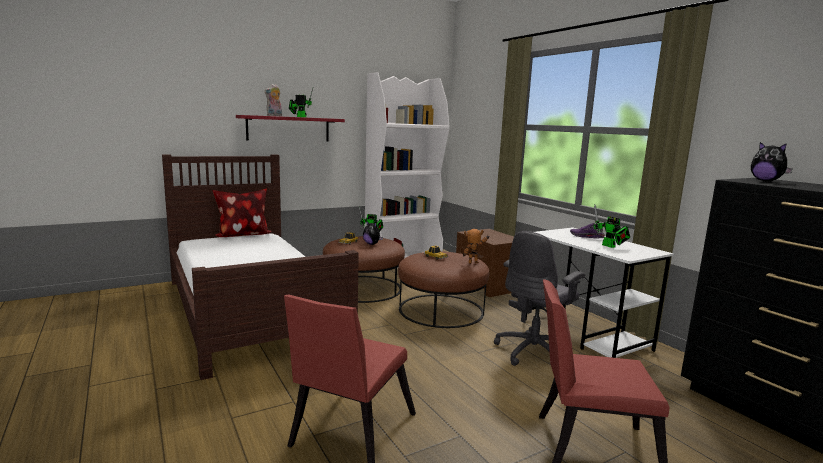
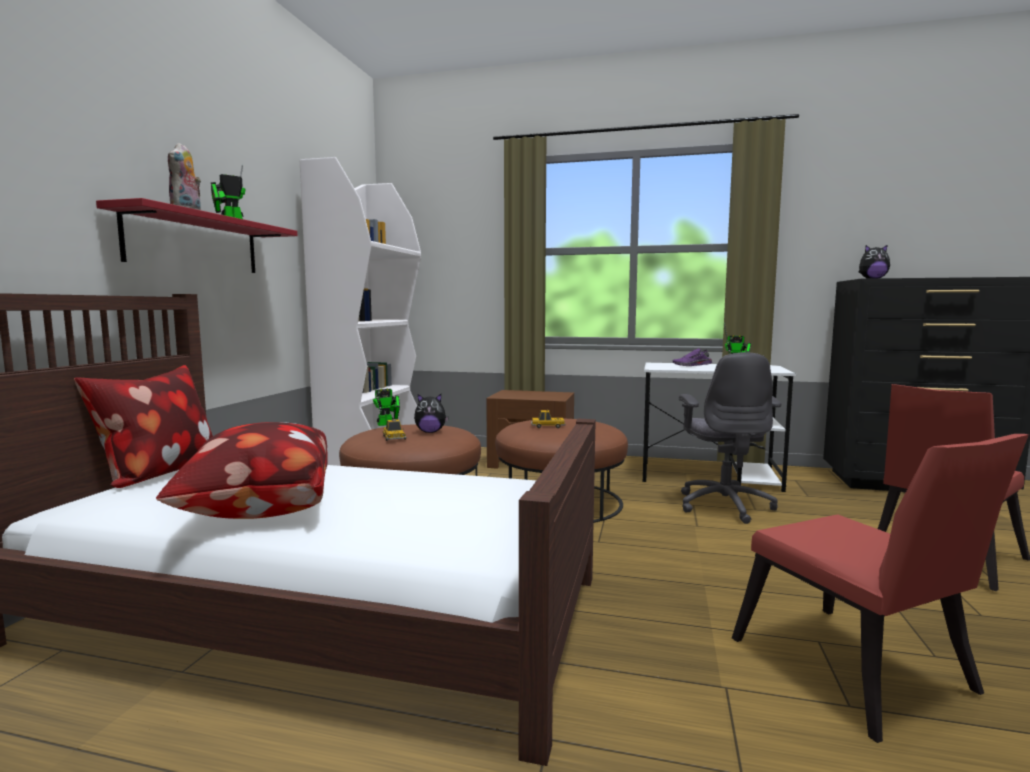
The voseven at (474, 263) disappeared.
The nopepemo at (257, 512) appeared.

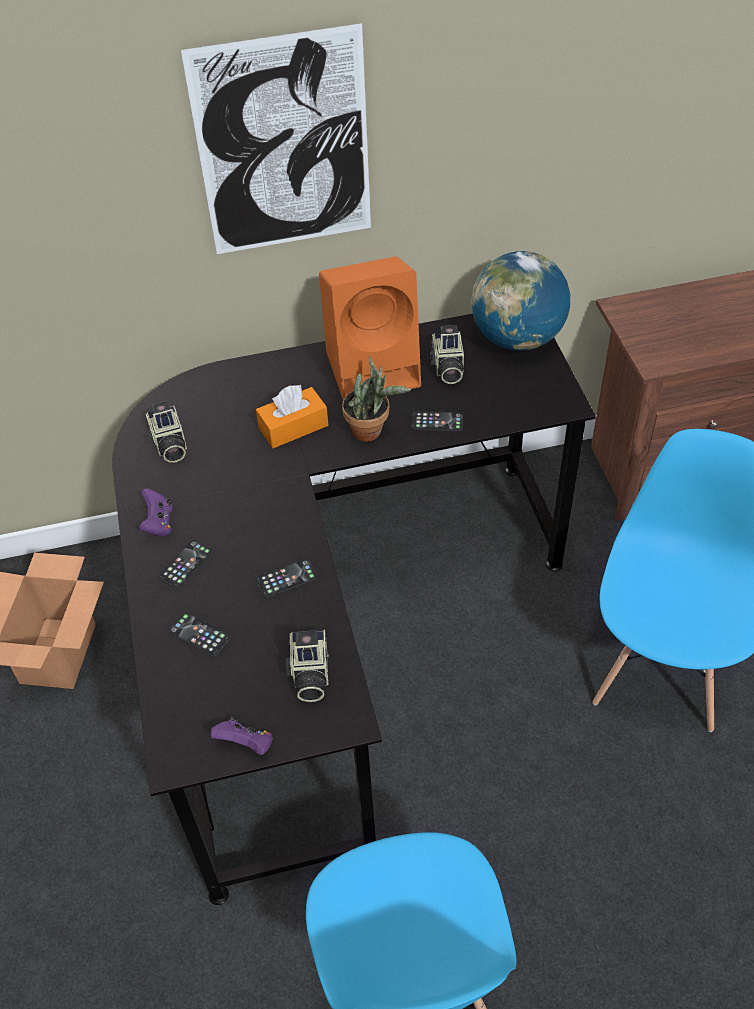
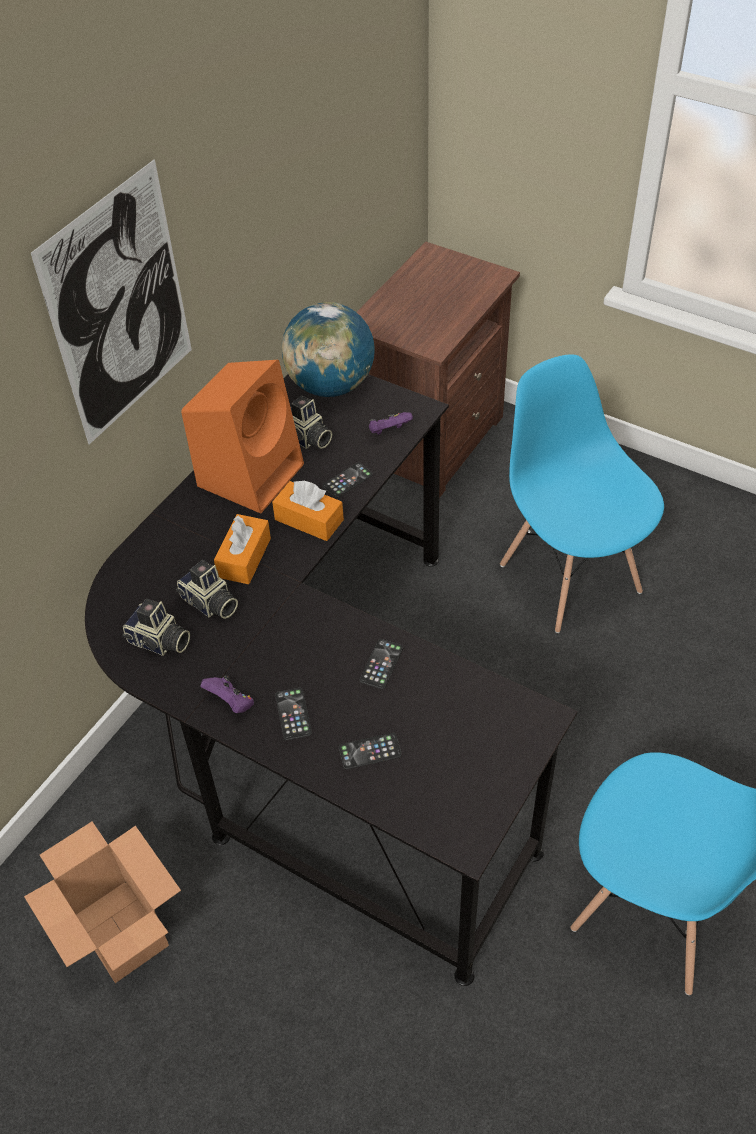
The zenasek at (371, 431) was replaced by the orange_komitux at (309, 520).
The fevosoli moved from (309, 674) to (209, 604).
The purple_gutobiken moved from (246, 744) to (389, 432).

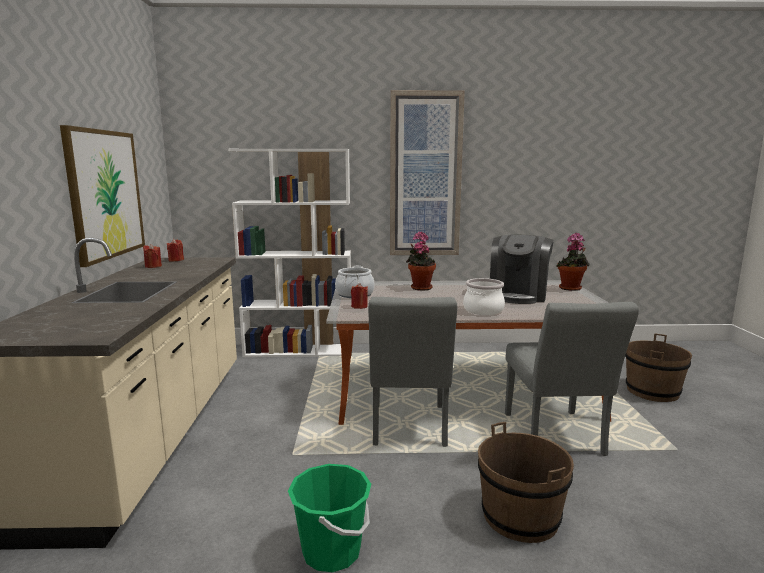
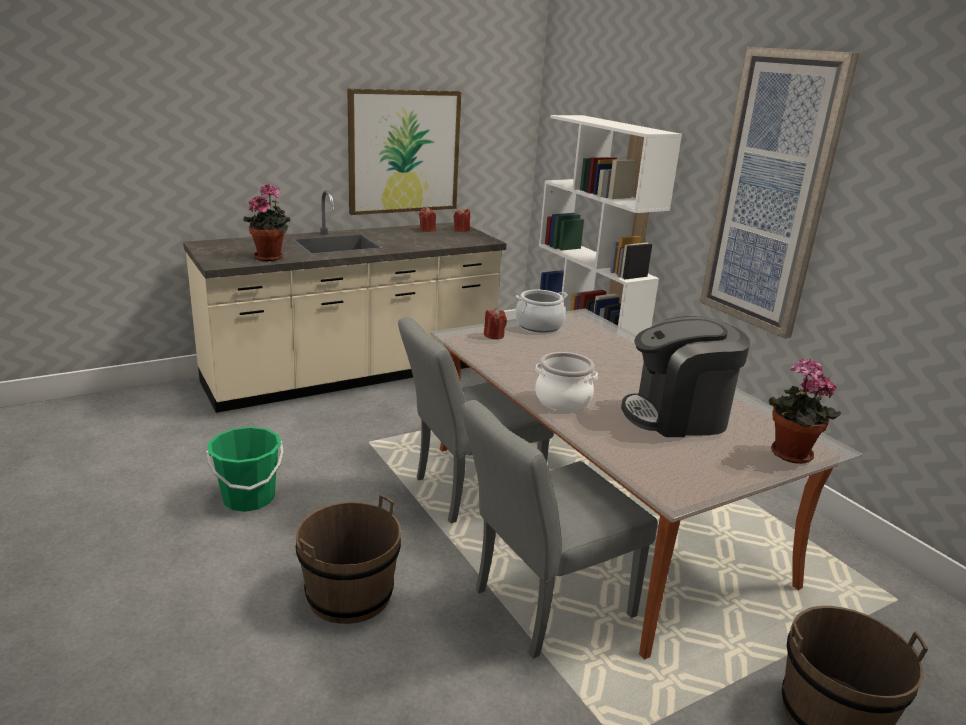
The zenasek moved from (420, 287) to (271, 257).

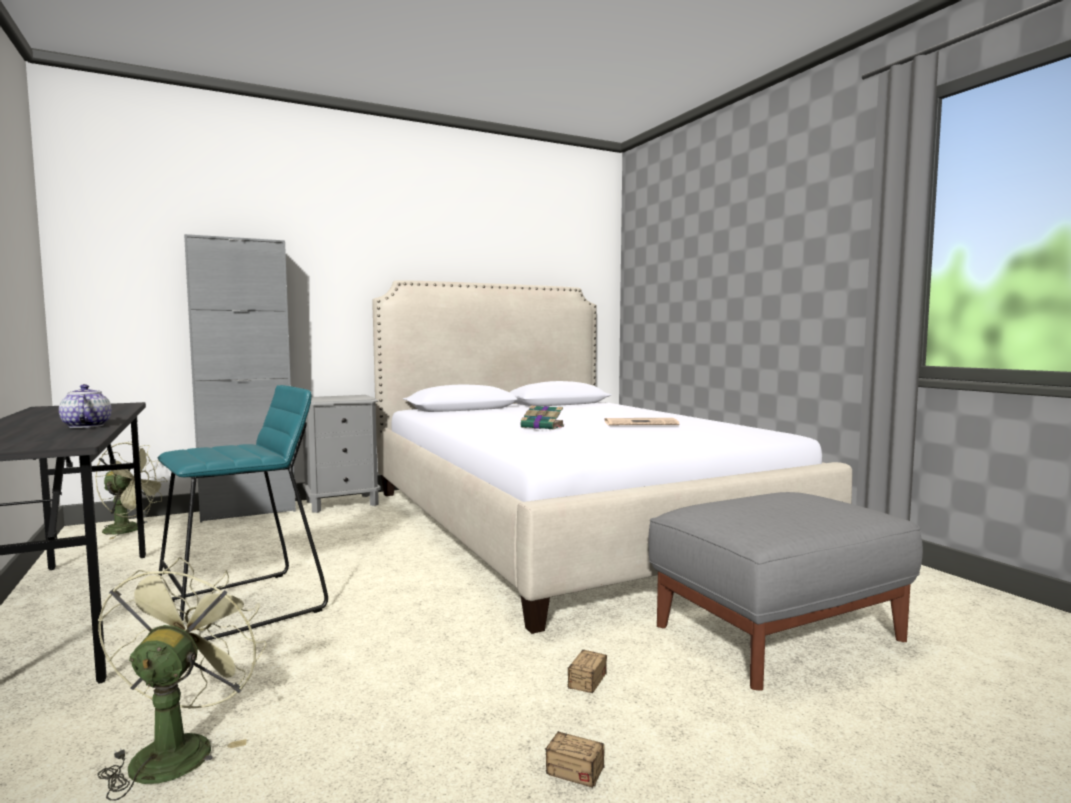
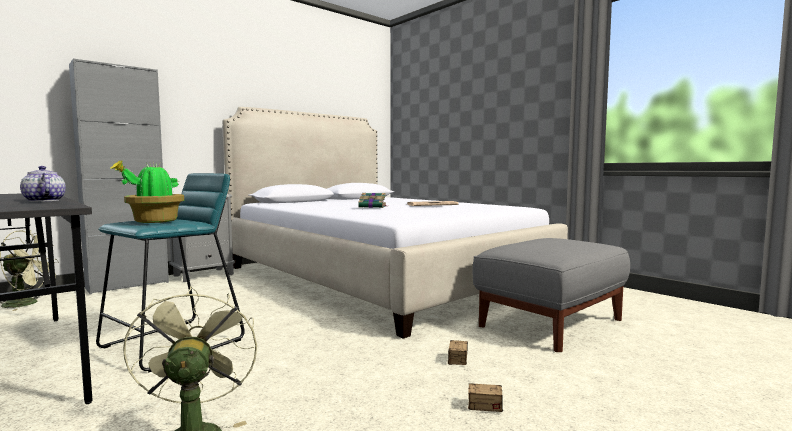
The zenasek at (153, 221) appeared.

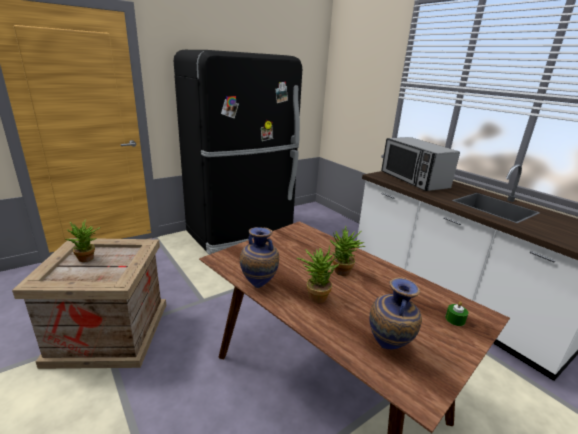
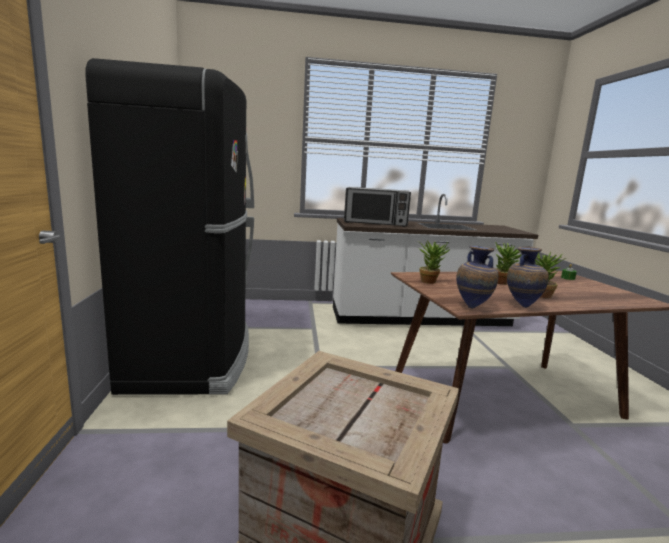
The zenasek moved from (88, 259) to (430, 281).
The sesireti moved from (389, 348) to (473, 307).

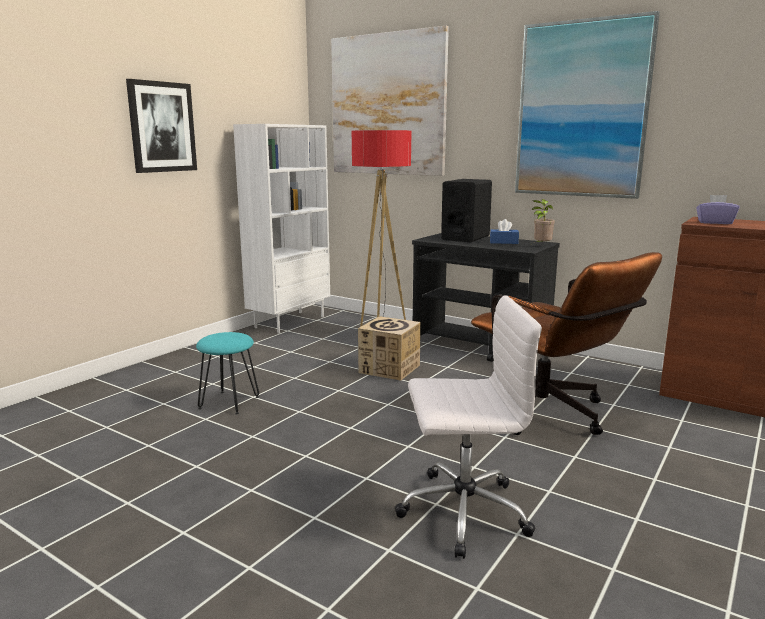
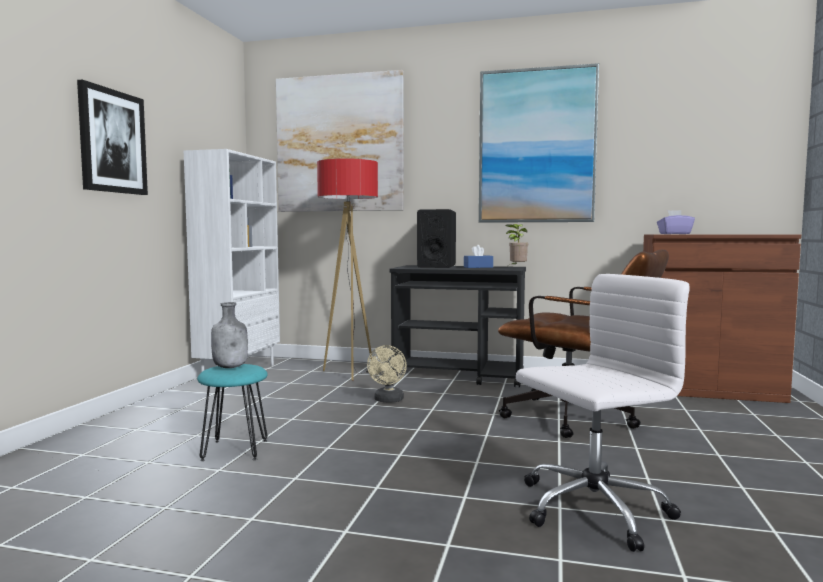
The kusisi at (389, 369) was replaced by the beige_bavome at (388, 400).
The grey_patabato at (231, 367) appeared.

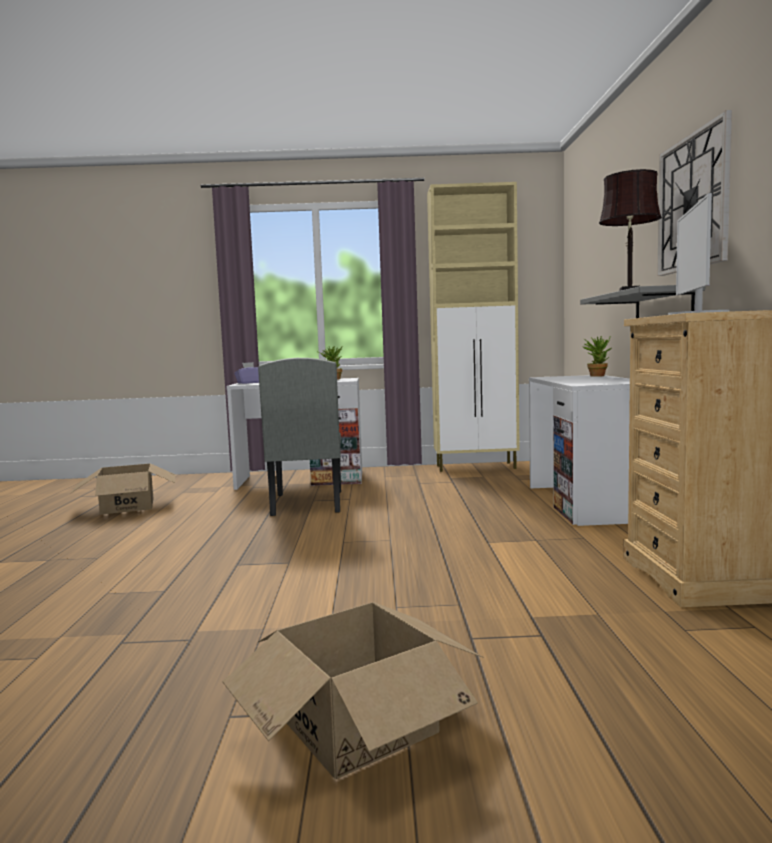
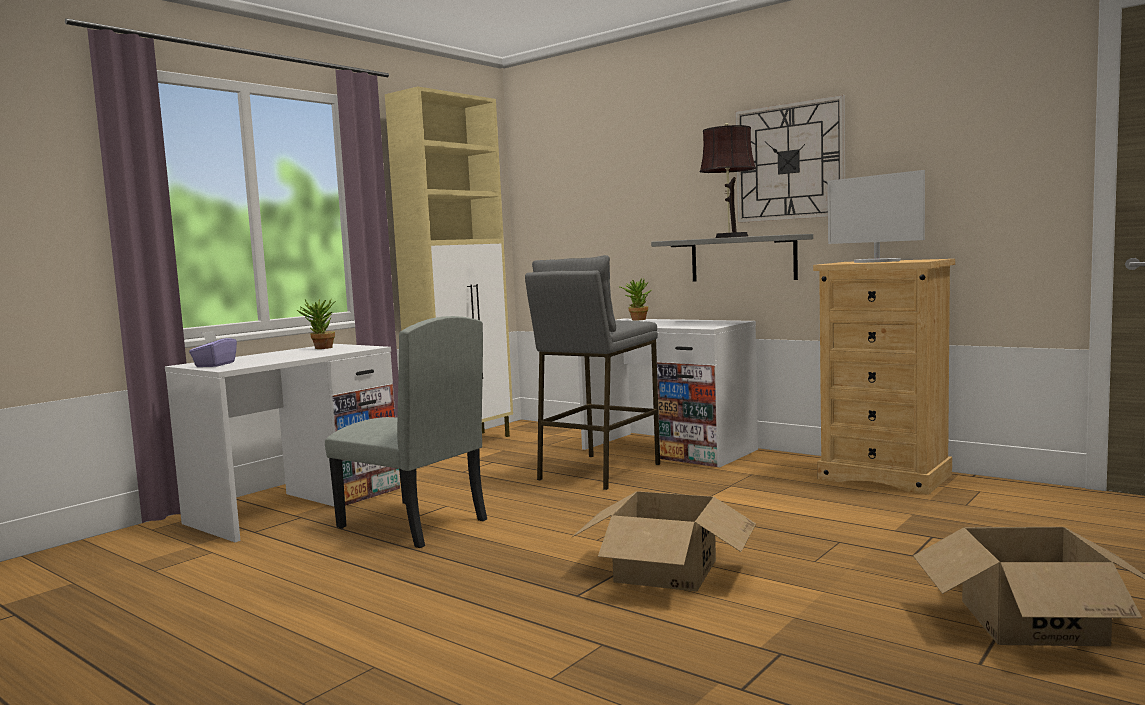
The kusisi moved from (128, 506) to (666, 570).
The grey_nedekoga at (598, 471) appeared.

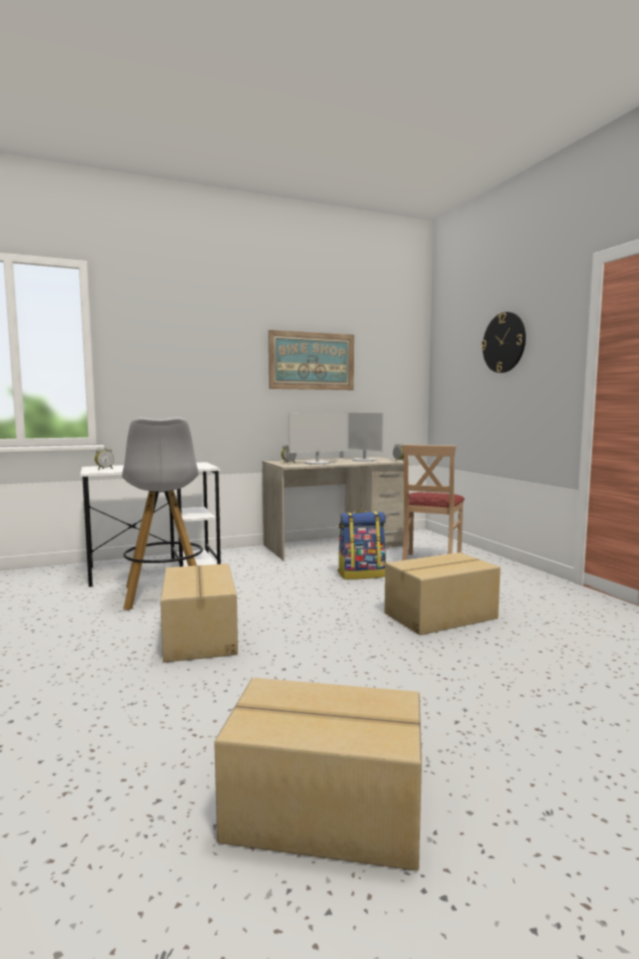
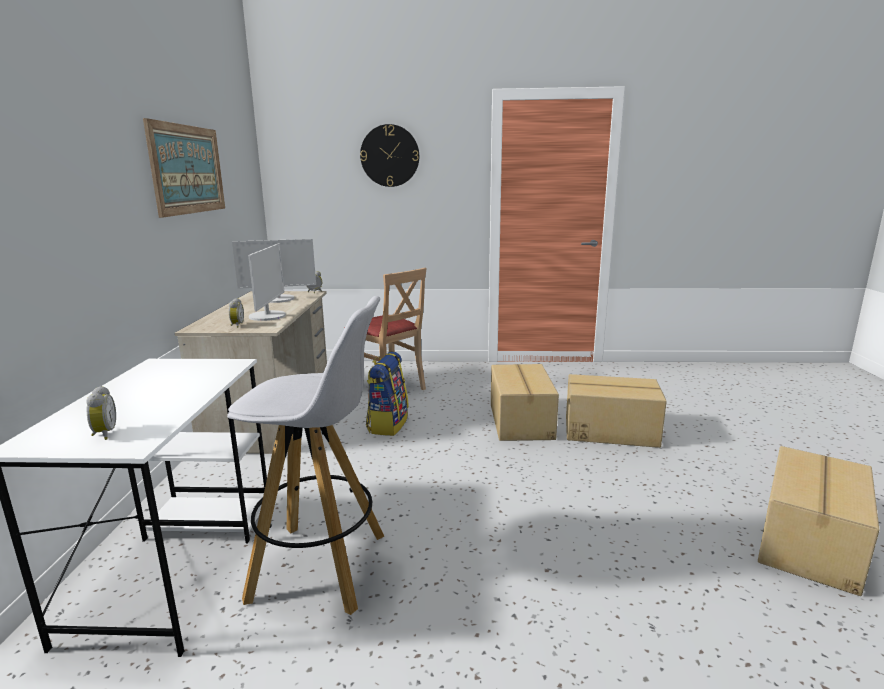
The kusisi moved from (201, 635) to (610, 430).

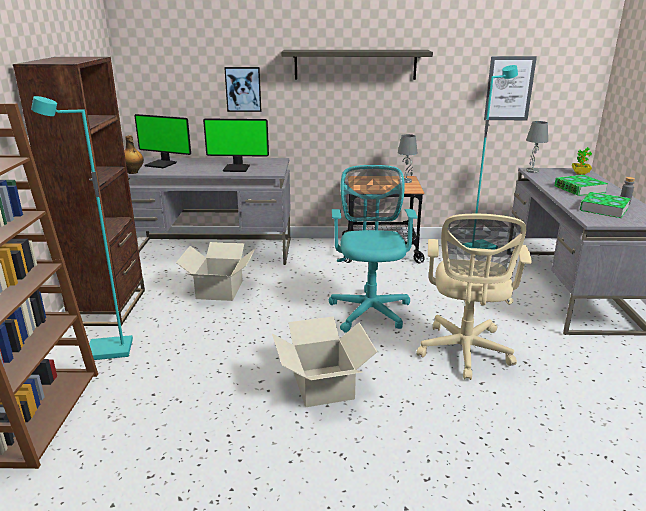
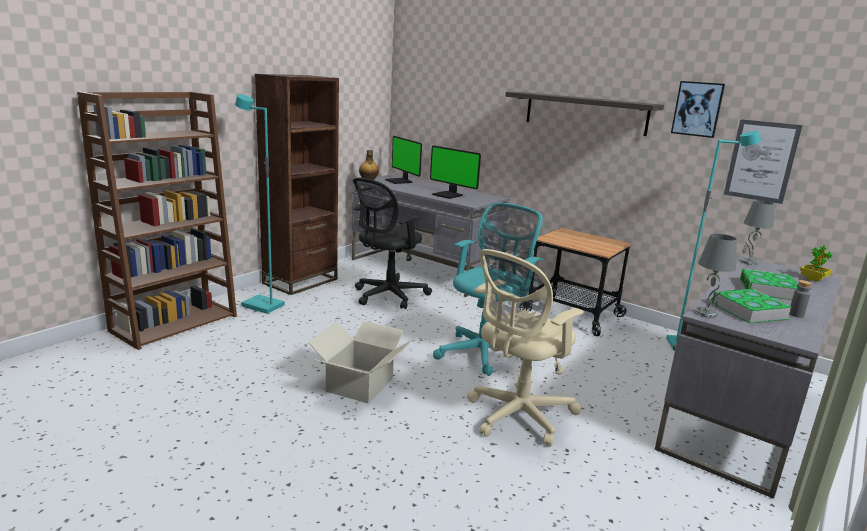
The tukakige moved from (243, 89) to (697, 109).
The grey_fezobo moved from (406, 181) to (706, 313).
The kusisi at (219, 290) was replaced by the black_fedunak at (387, 296).

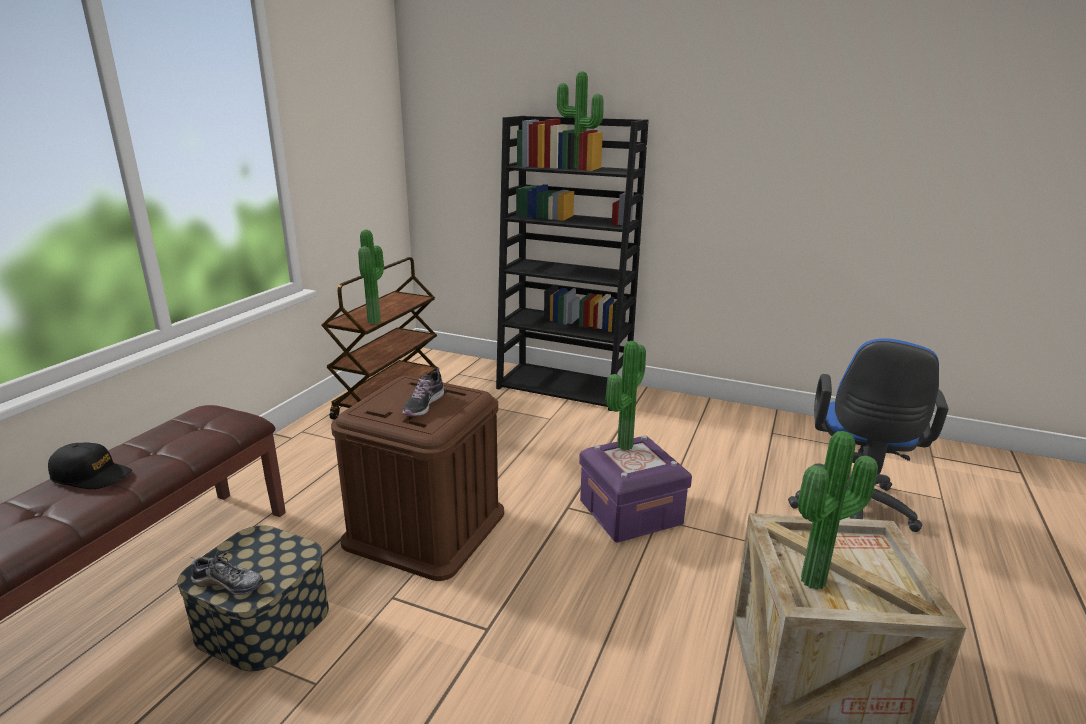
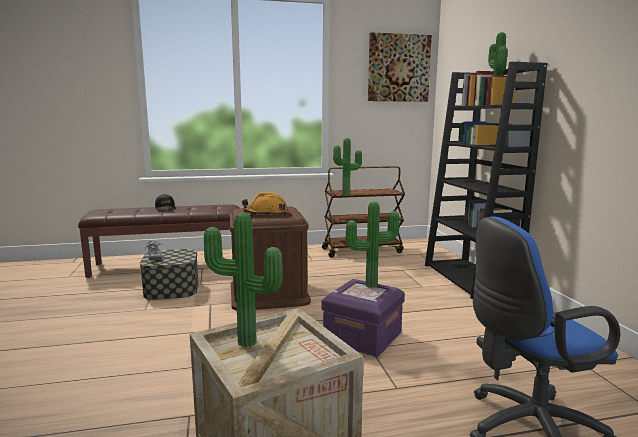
The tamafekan at (423, 405) was replaced by the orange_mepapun at (265, 213).
The tukakige at (398, 68) appeared.

